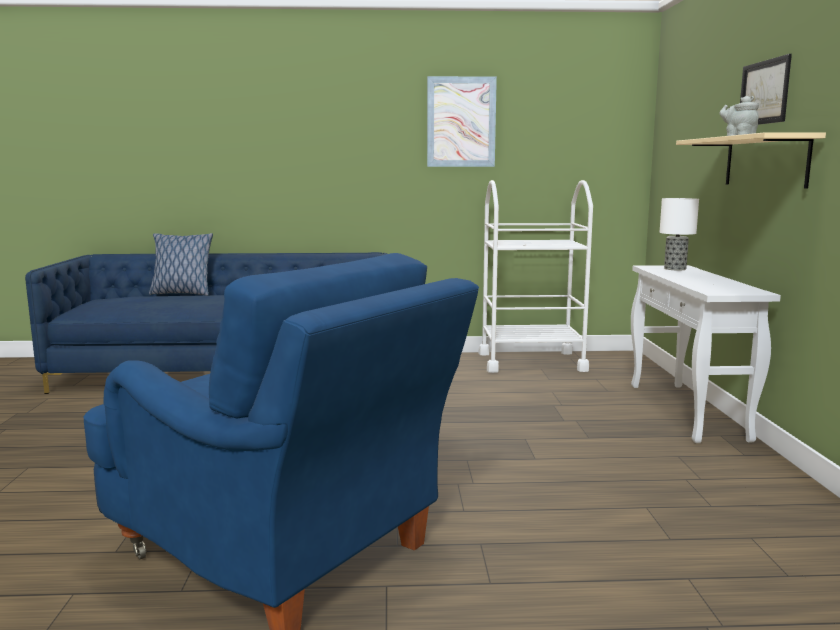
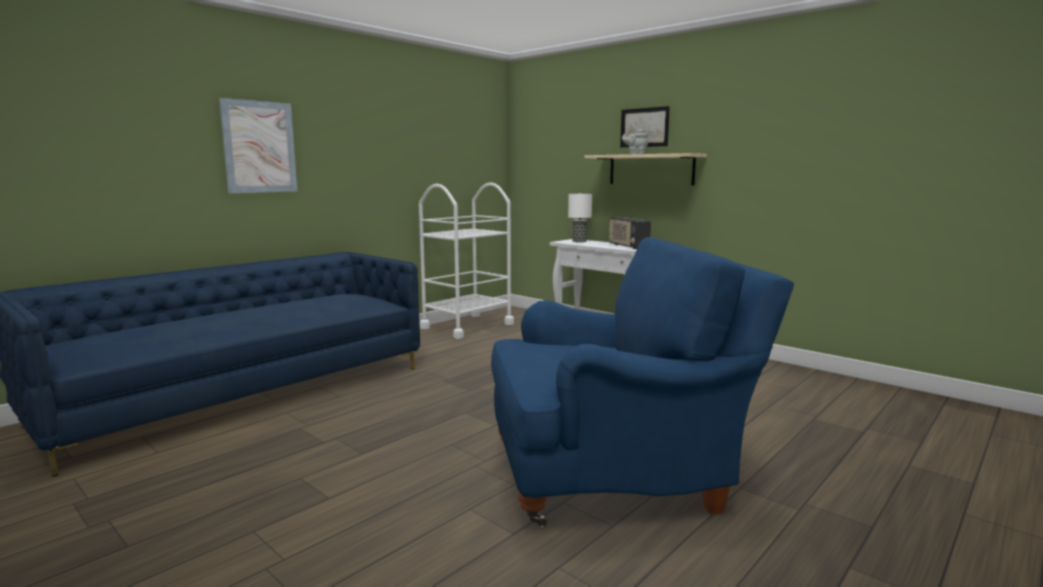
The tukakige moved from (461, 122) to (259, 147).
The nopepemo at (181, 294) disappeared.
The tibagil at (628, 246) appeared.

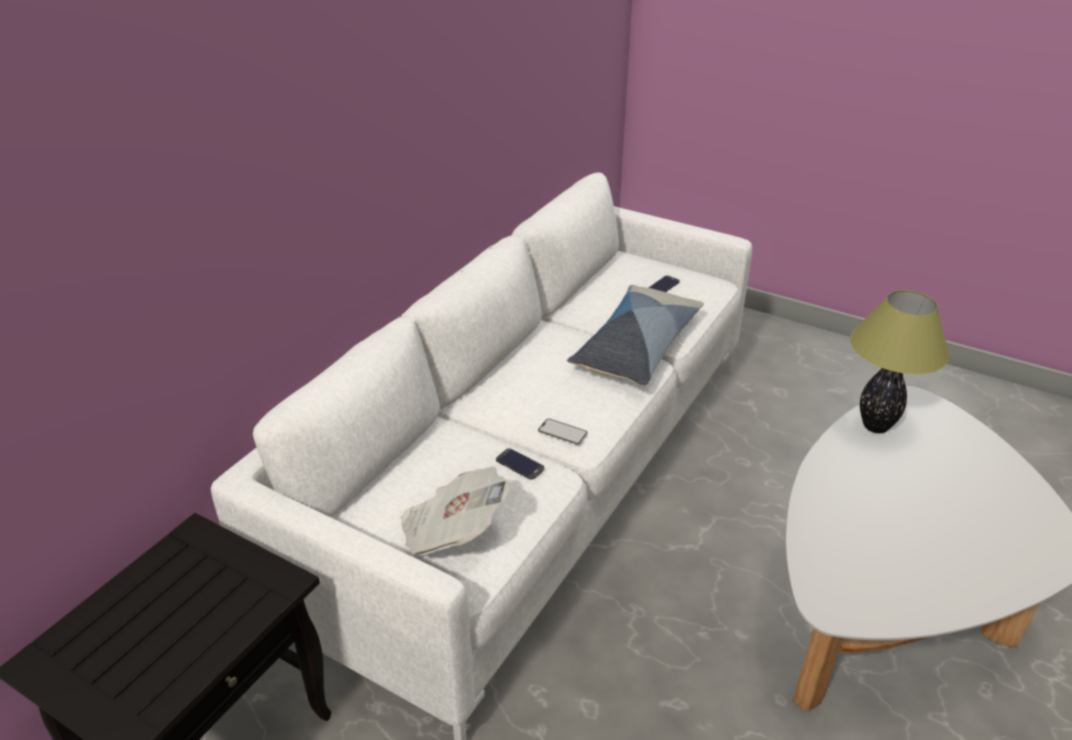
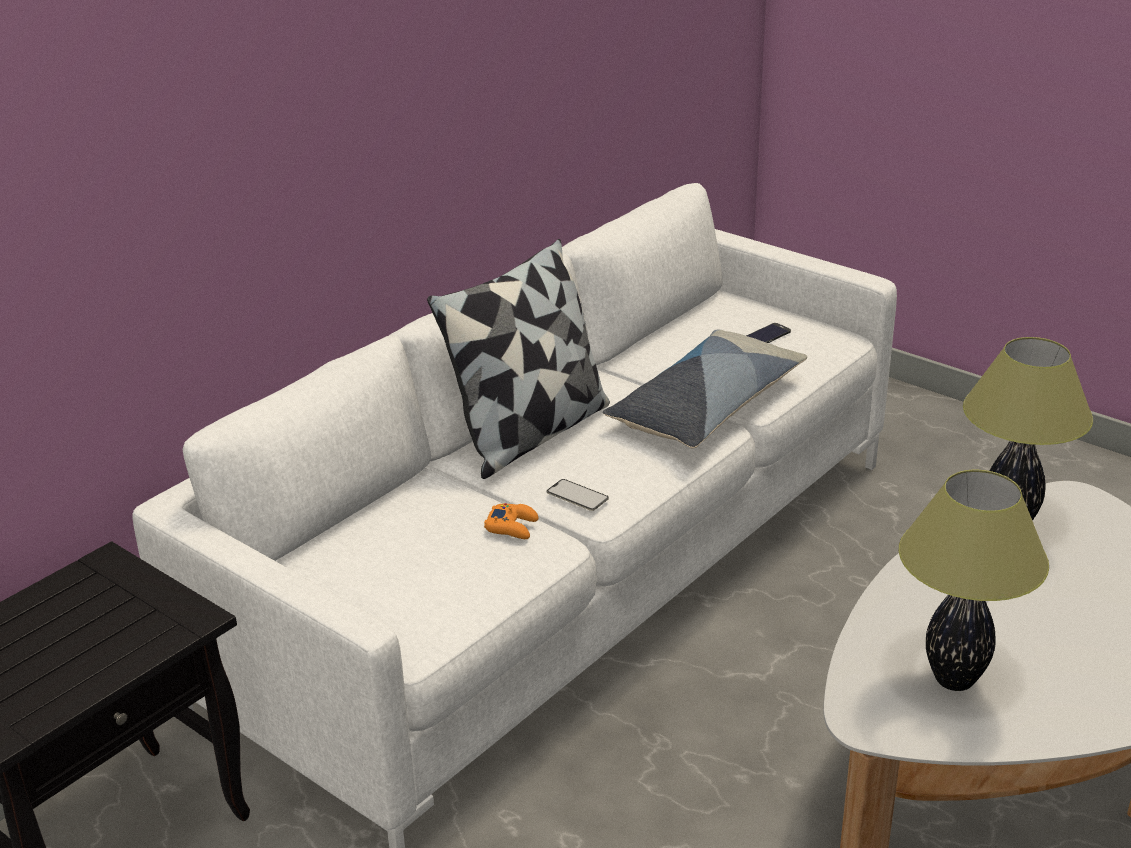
The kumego at (520, 464) was replaced by the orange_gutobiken at (512, 526).
The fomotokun at (452, 532) disappeared.
The nopepemo at (530, 433) appeared.
The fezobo at (955, 679) appeared.

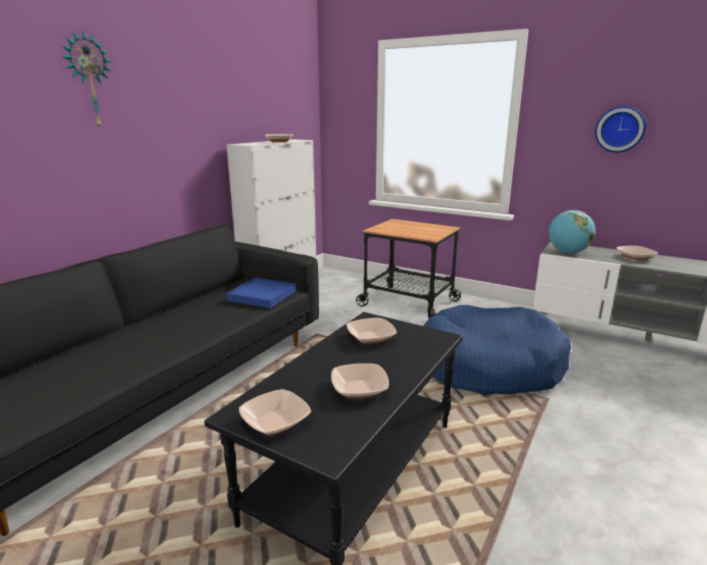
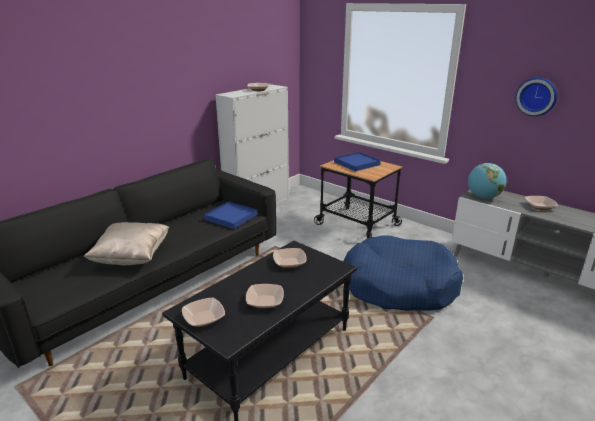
The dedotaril at (89, 81) disappeared.
The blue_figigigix at (356, 163) appeared.
The beige_nopepemo at (132, 257) appeared.

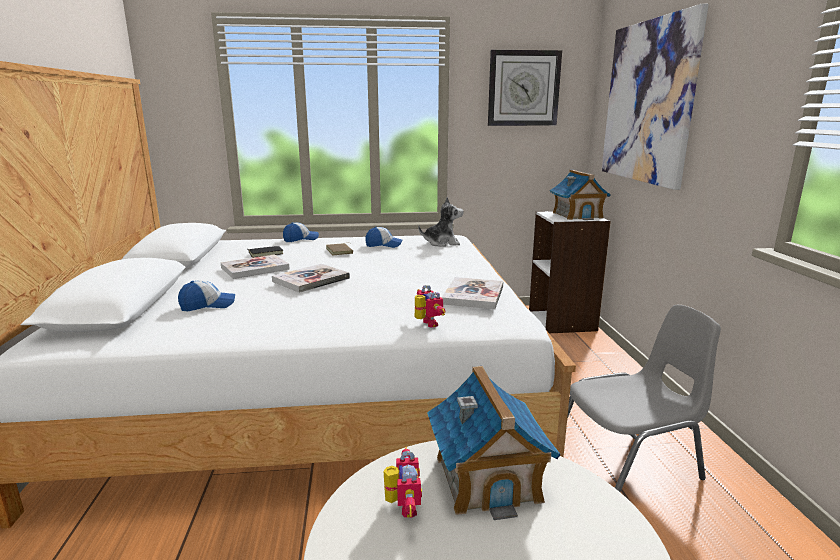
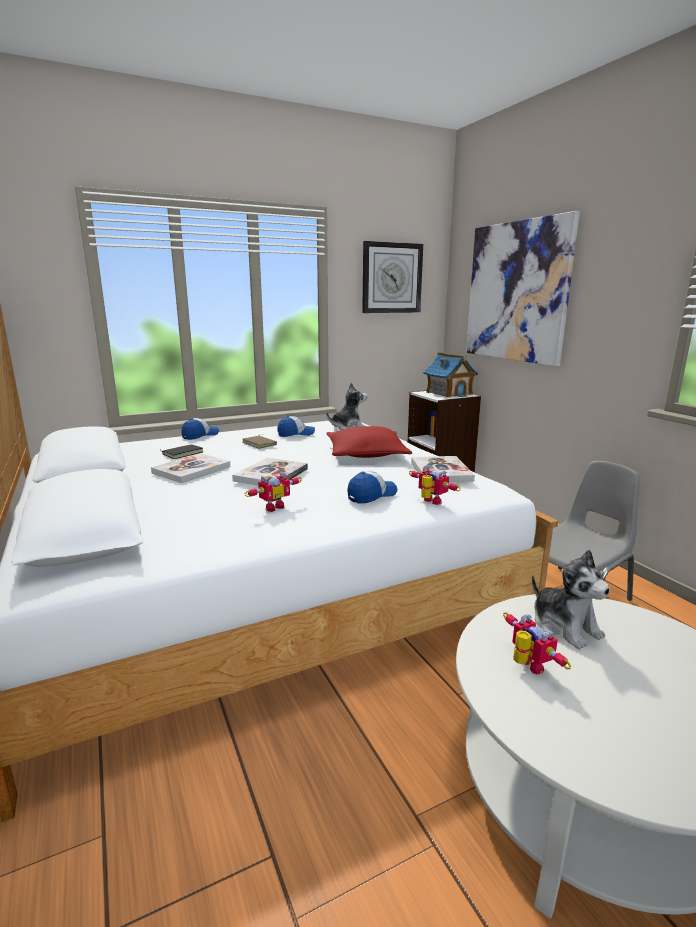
The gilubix moved from (208, 305) to (372, 495).
The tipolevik at (487, 478) was replaced by the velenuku at (565, 626).
The red_nopepemo at (366, 454) appeared.
The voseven at (273, 507) appeared.

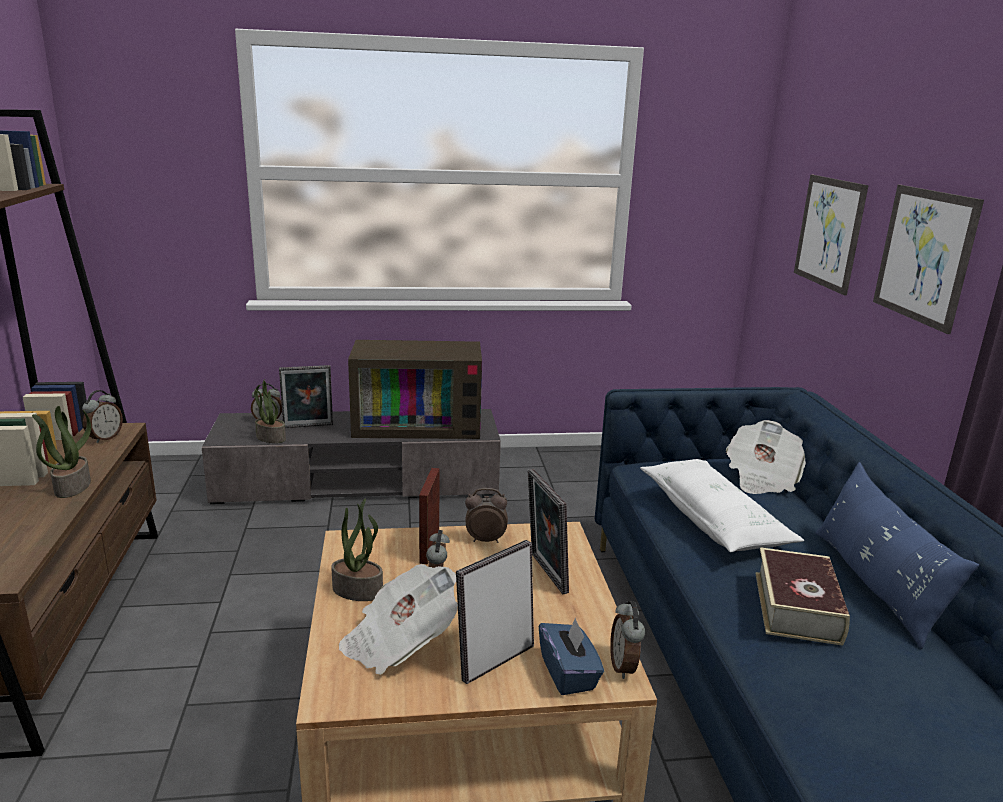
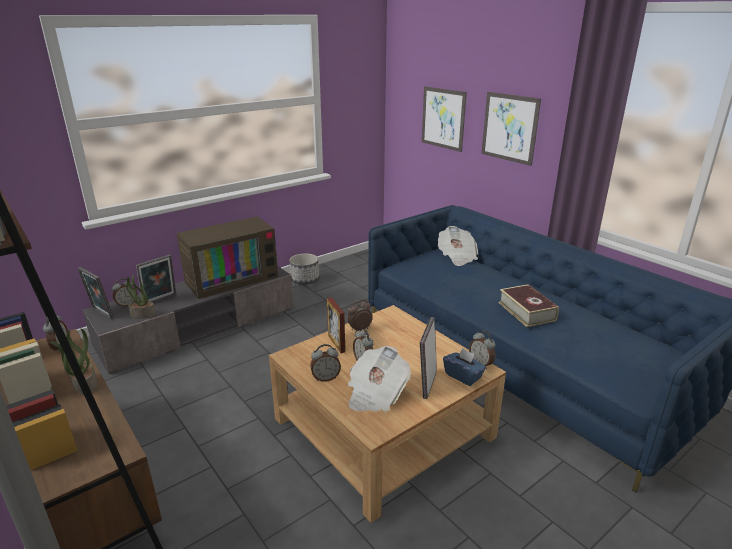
The white_nopepemo at (713, 519) disappeared.
The blue_nopepemo at (875, 584) disappeared.
The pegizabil moved from (545, 574) to (101, 314).
The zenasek at (358, 590) was replaced by the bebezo at (325, 378).
The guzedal at (304, 280) appeared.

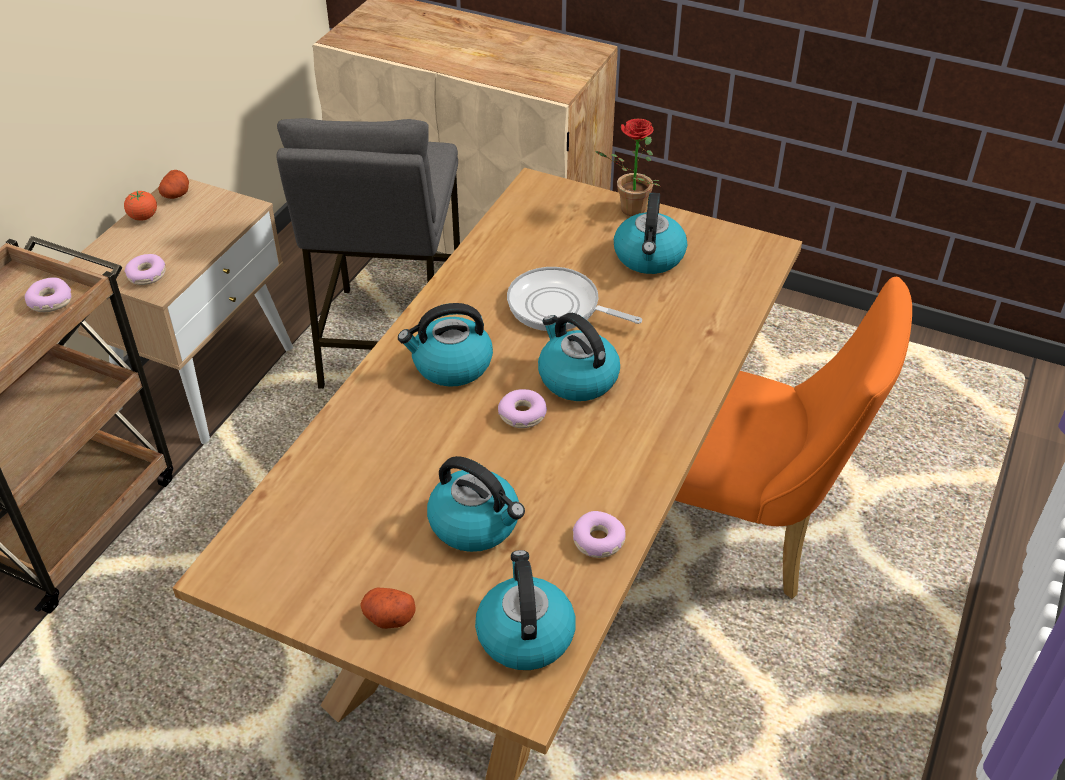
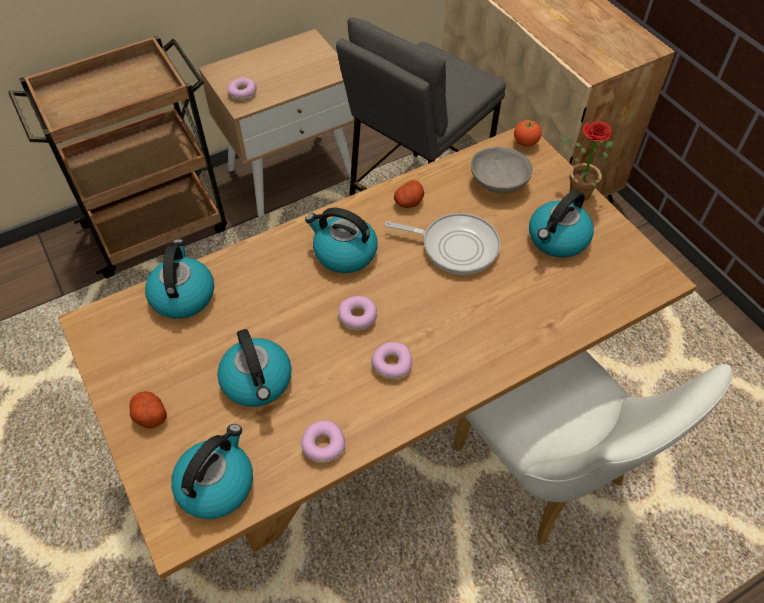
The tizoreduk moved from (176, 194) to (409, 202).
The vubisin moved from (143, 217) to (525, 142).
The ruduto at (558, 307) turned 135 degrees clockwise.
The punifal moved from (50, 301) to (391, 364).
The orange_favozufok at (746, 532) became the white_favozufok at (546, 473).
The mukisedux moved from (576, 378) to (183, 295).
The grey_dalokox at (498, 183) appeared.

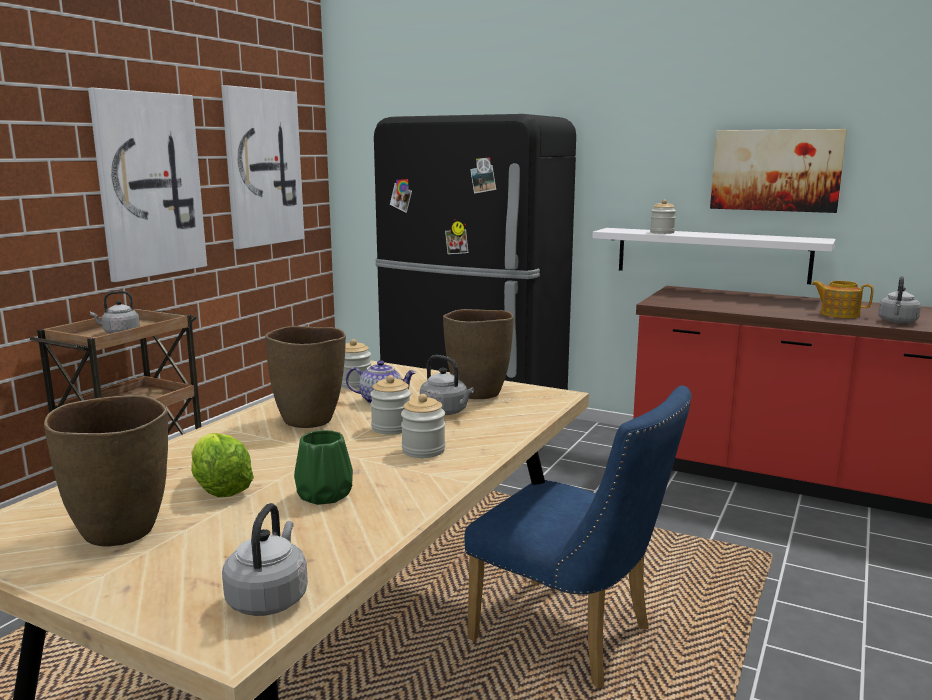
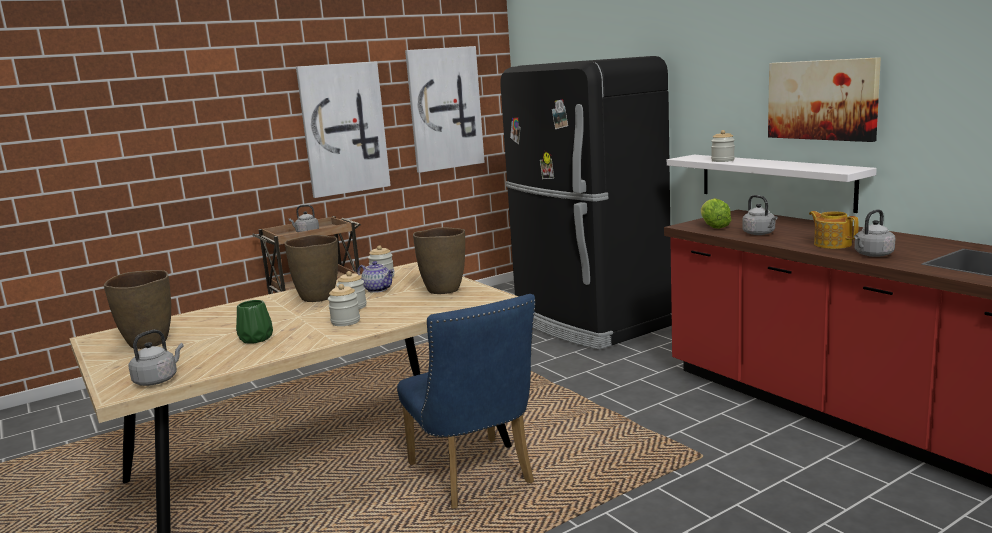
The grey_mukisedux moved from (446, 412) to (760, 234).
The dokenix moved from (220, 488) to (713, 226).

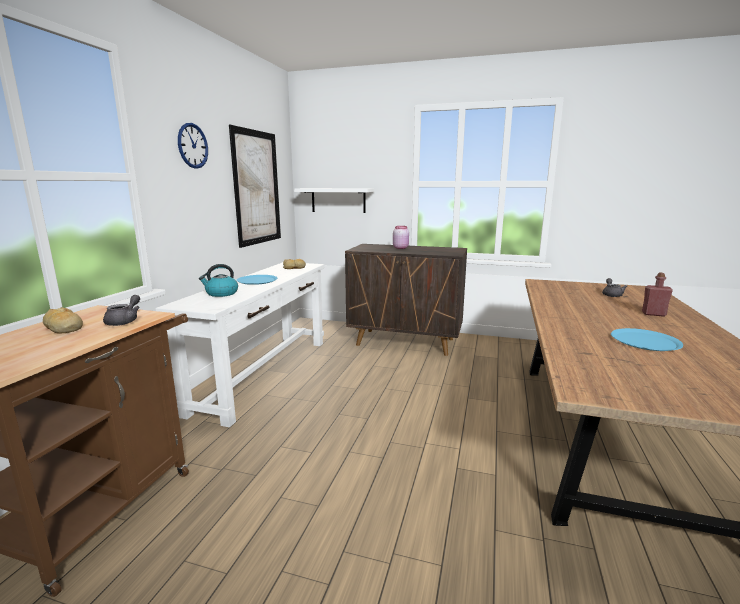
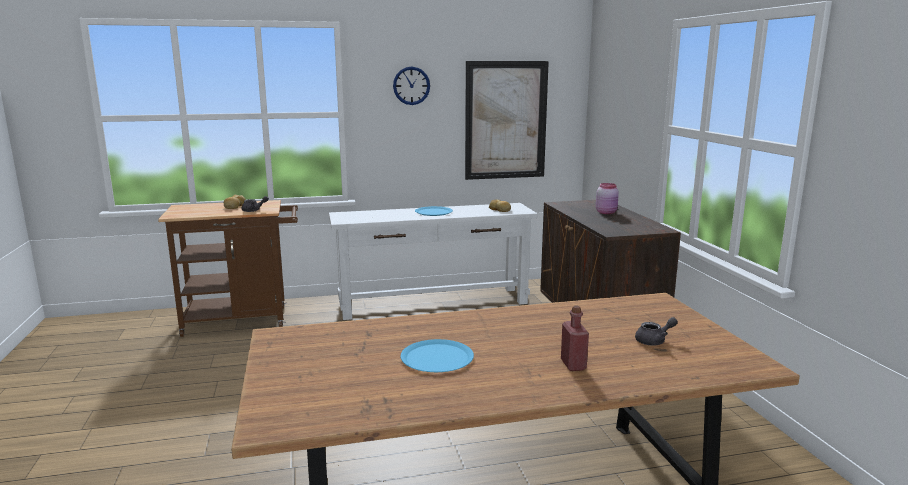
The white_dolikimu at (338, 200) disappeared.
The mukisedux at (221, 293) disappeared.

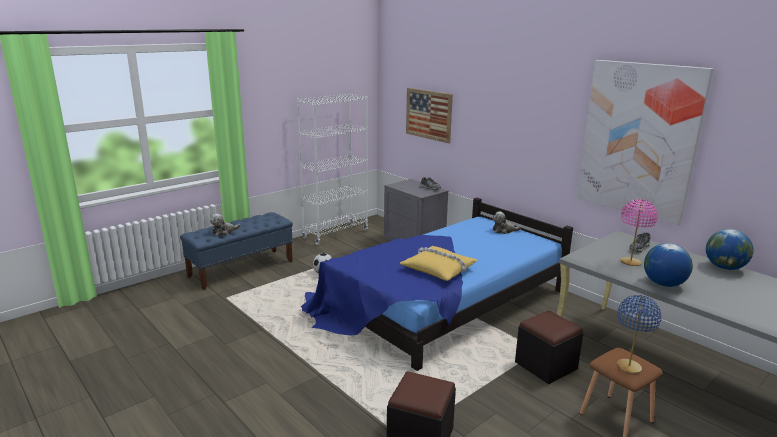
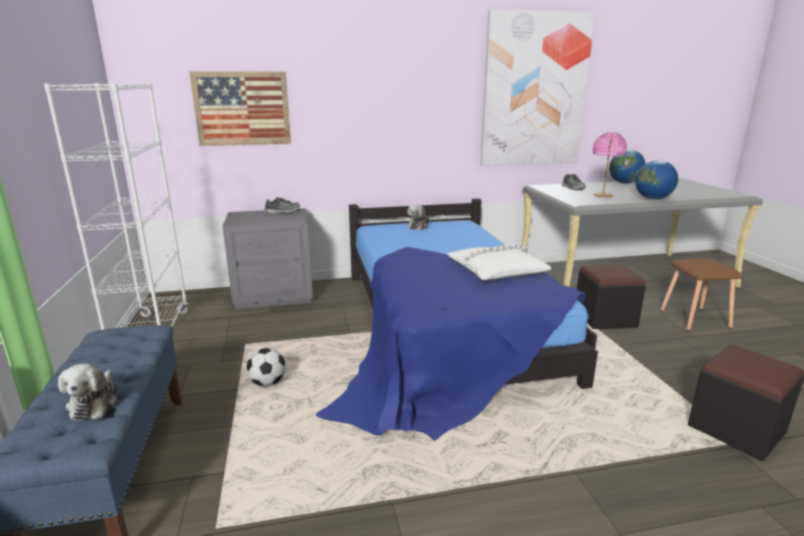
The yellow_nopepemo at (439, 269) became the white_nopepemo at (496, 271).
The blue_fezobo at (629, 367) disappeared.

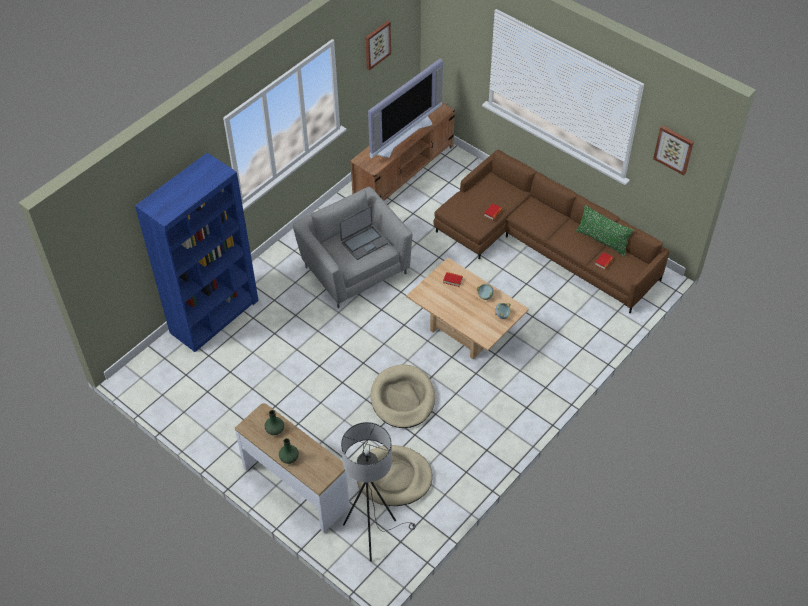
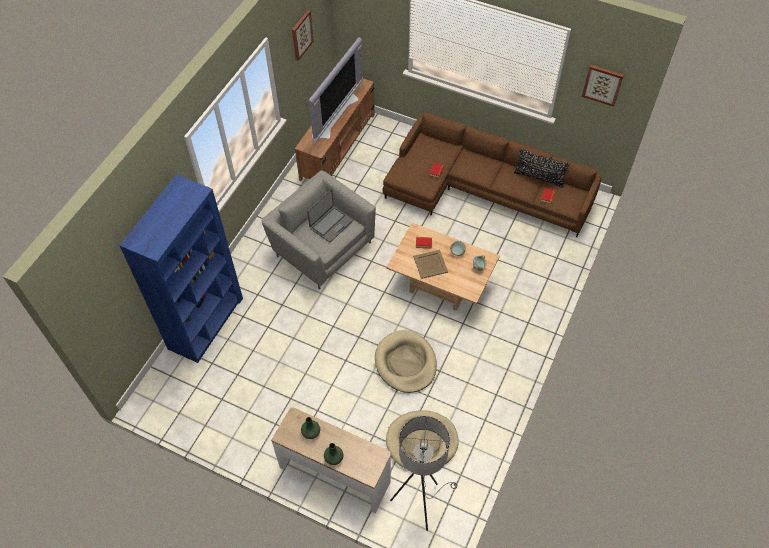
The green_nopepemo at (602, 241) became the black_nopepemo at (539, 177).
The beige_figigigix at (430, 264) appeared.

